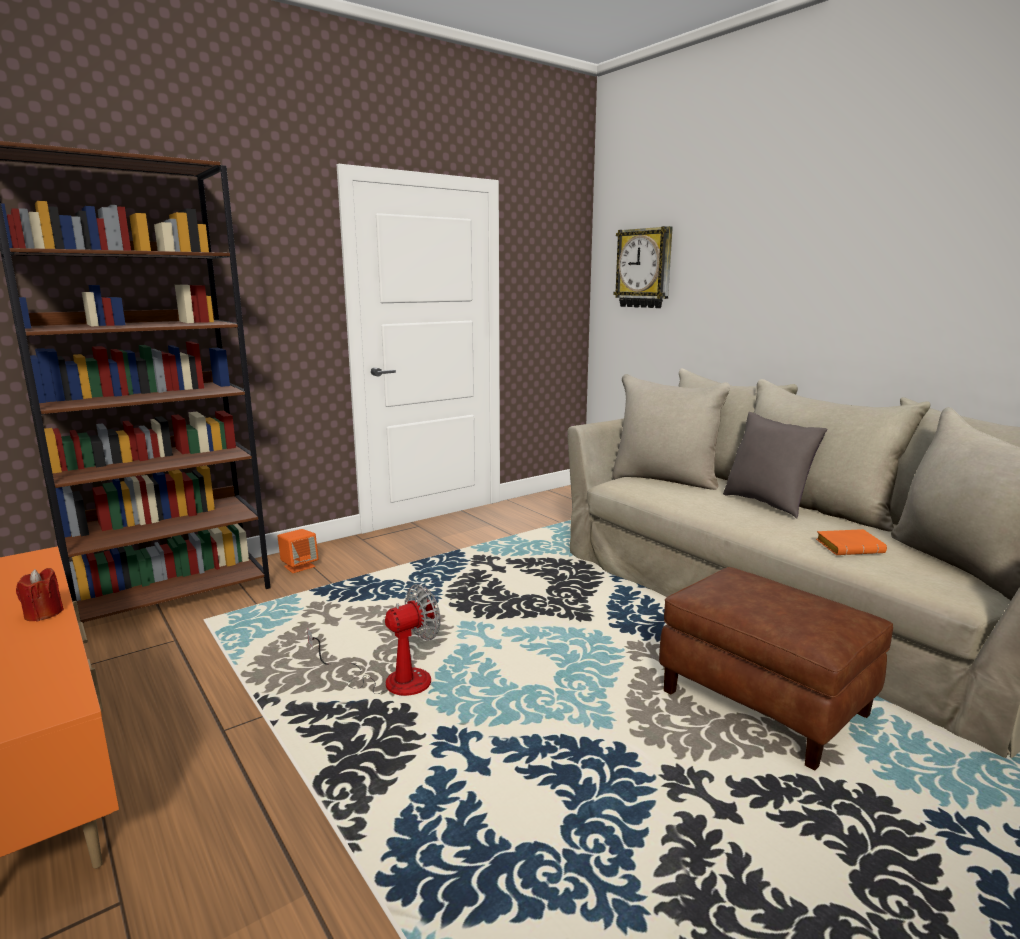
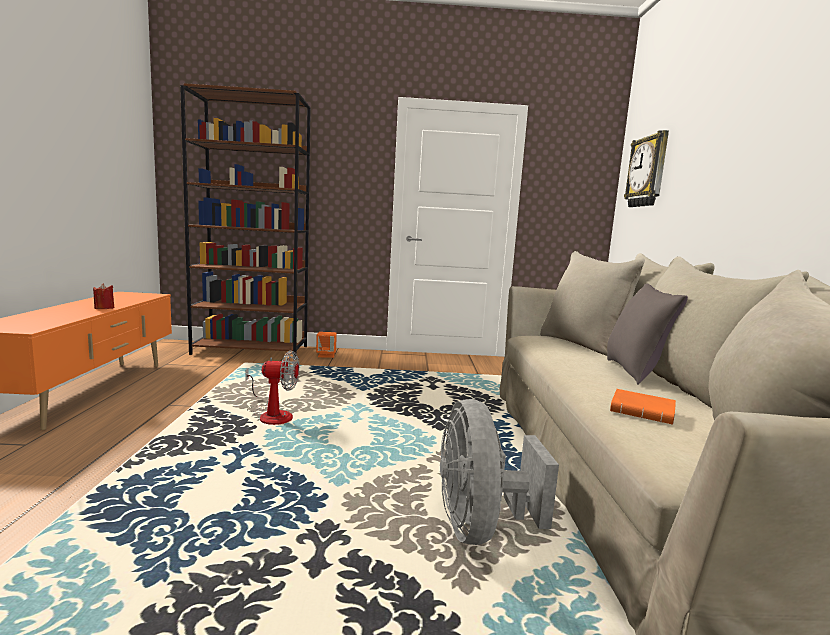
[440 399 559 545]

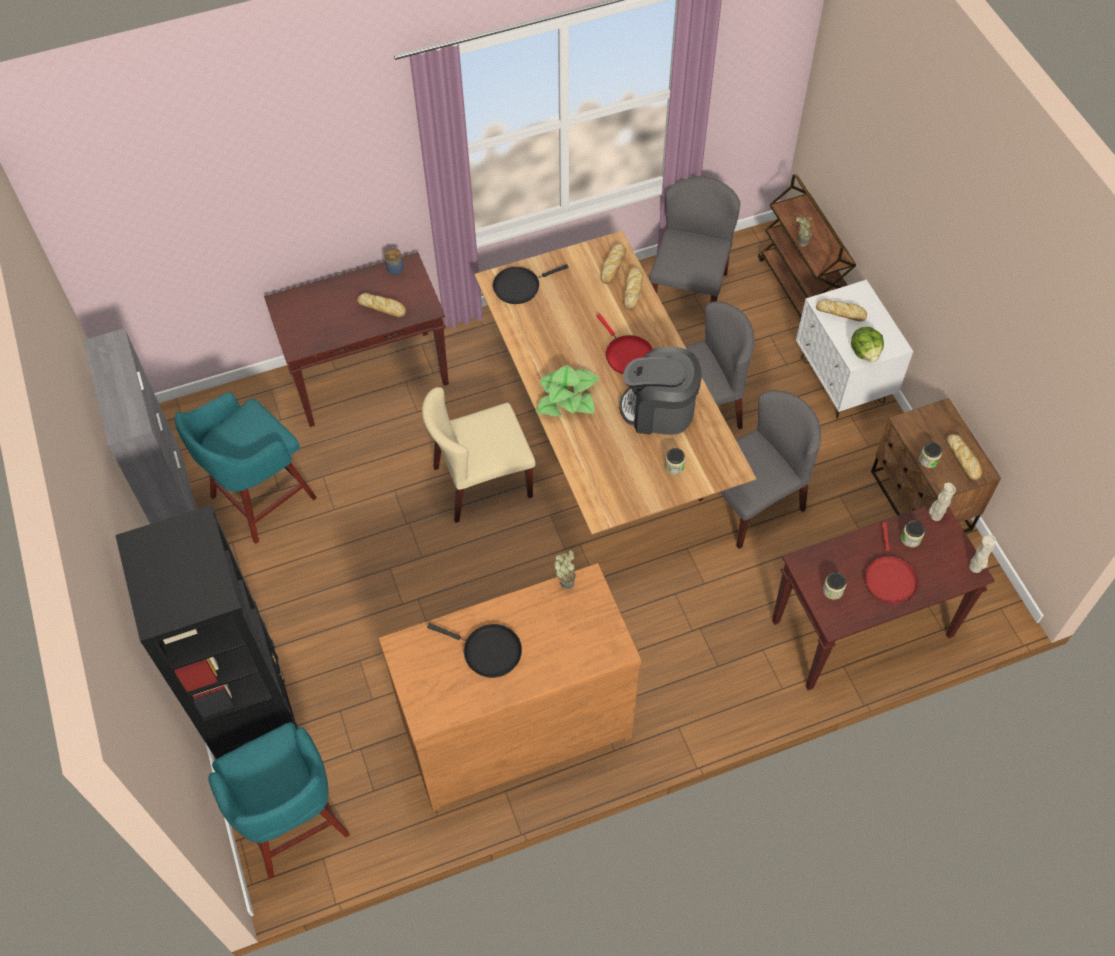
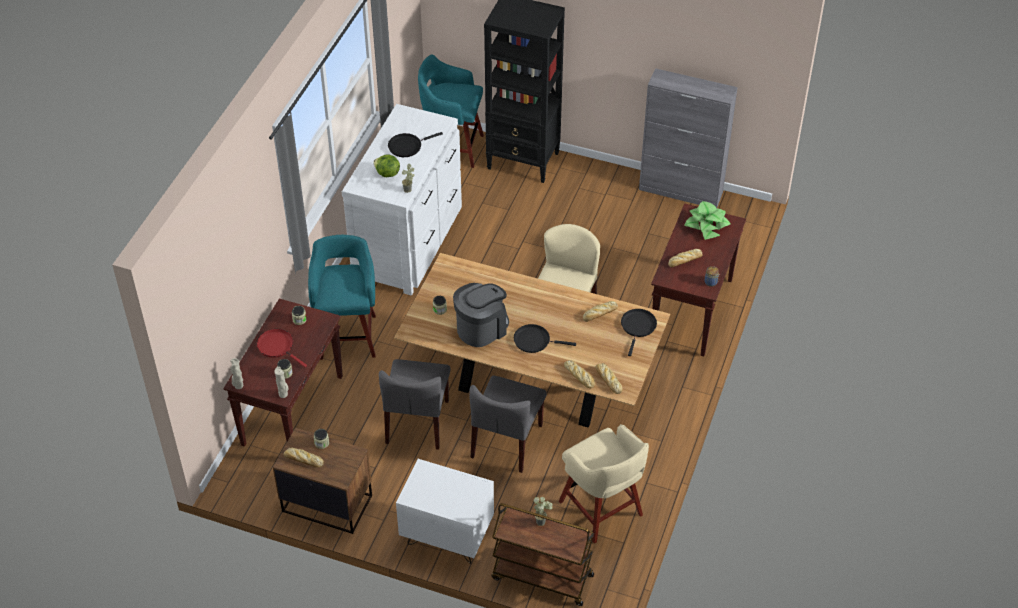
[559 424 649 544]
[583 301 618 322]
[514 324 576 353]
[373 154 400 177]
[684 201 731 240]
[308 235 376 360]
[342 104 462 295]

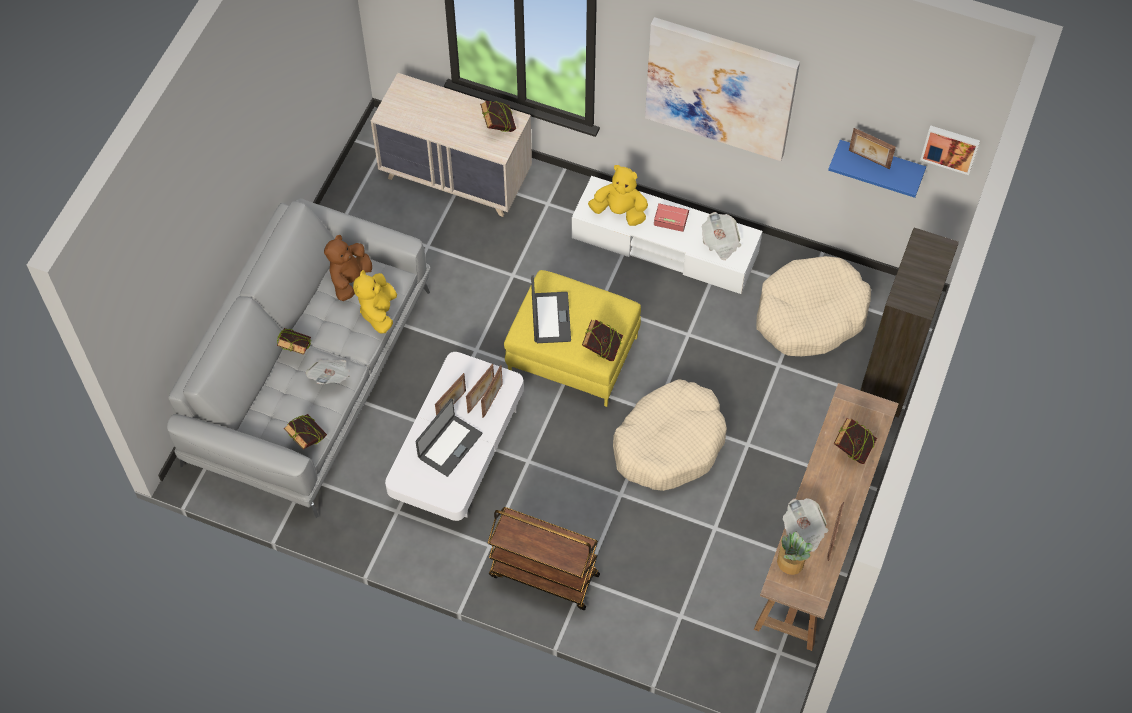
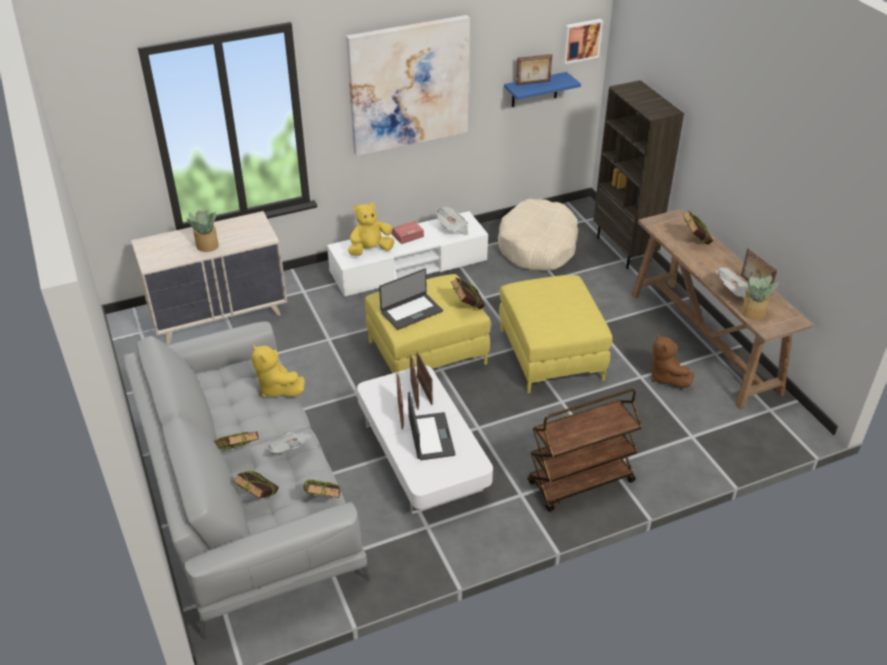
[233 471 279 499]
[651 334 694 388]
[379 268 443 330]
[499 275 612 393]
[187 210 218 252]

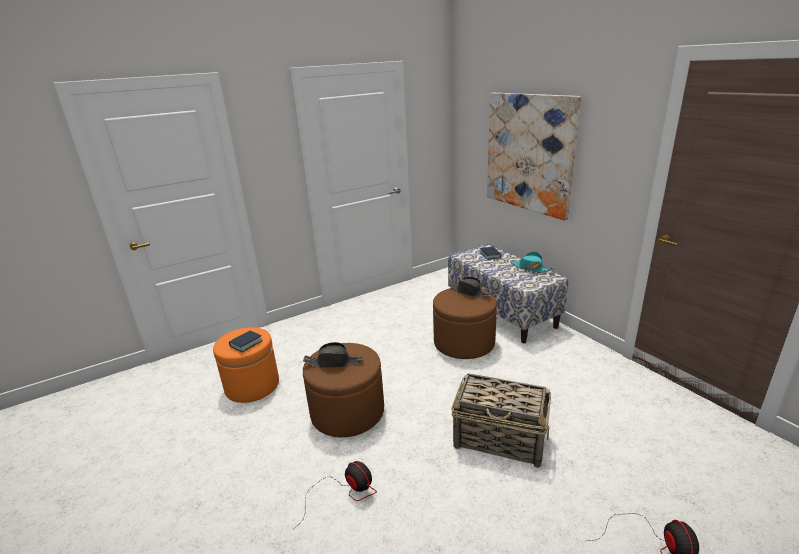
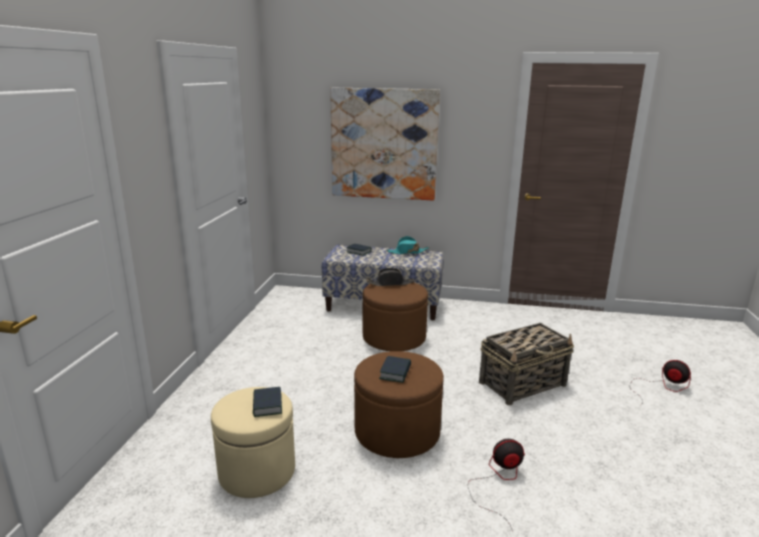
[211 387 295 498]
[379 356 411 383]

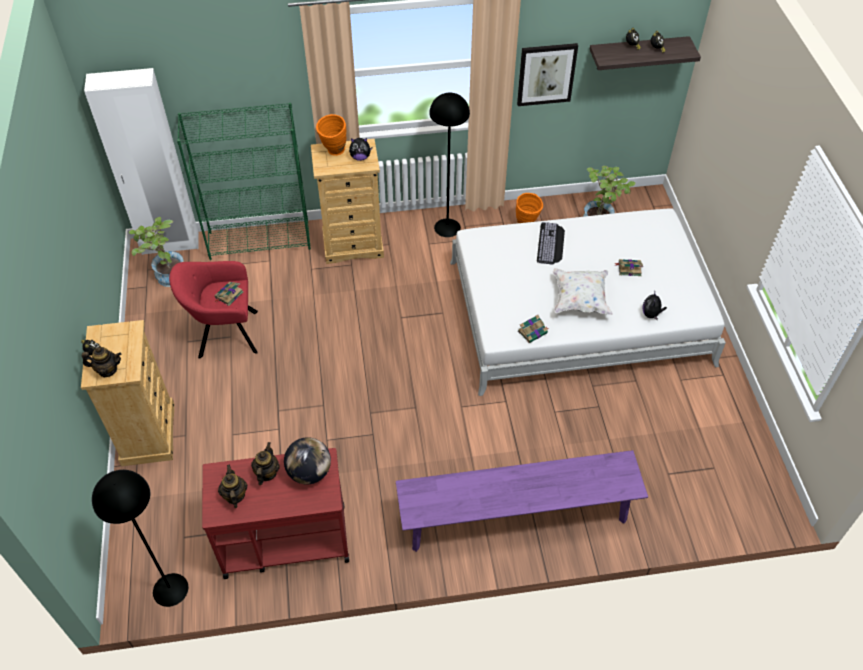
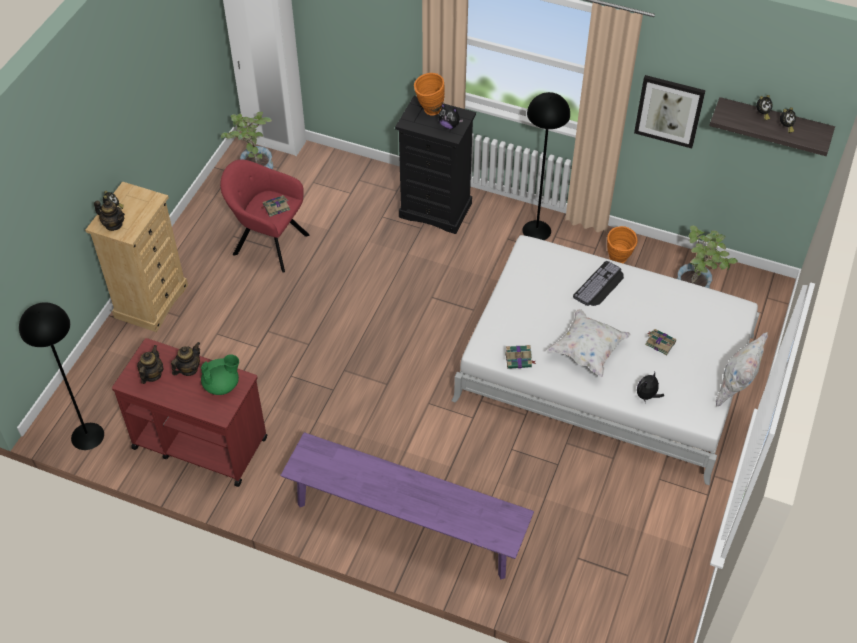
[177 103 311 260] (first image)
[395 96 476 234]
[201 354 239 395]
[716 332 768 407]

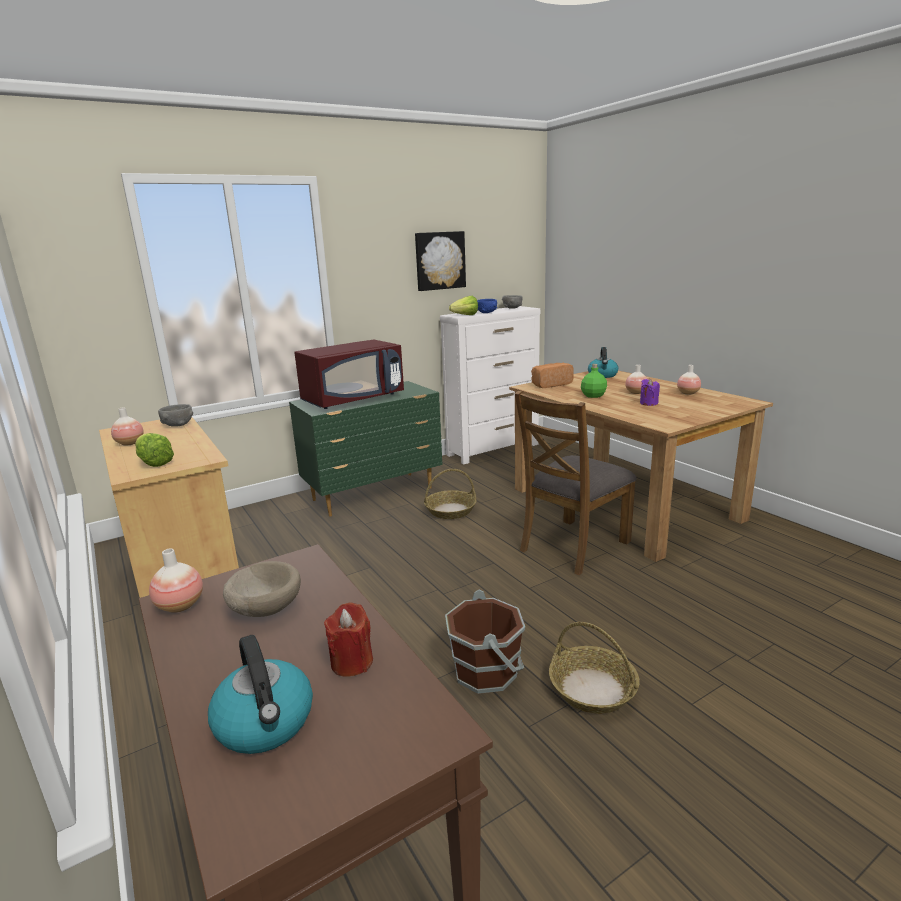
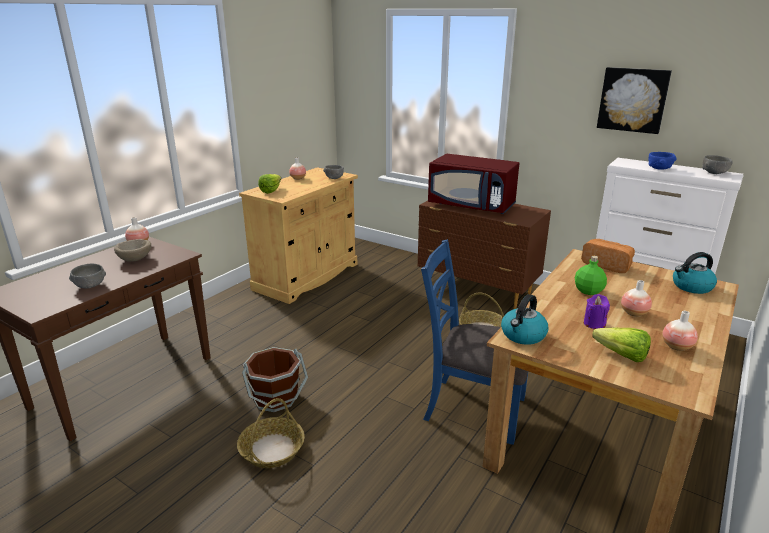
[592 328 651 362]
[418 201 551 309]
[421 239 528 445]
[69 264 106 289]
[501 294 548 345]

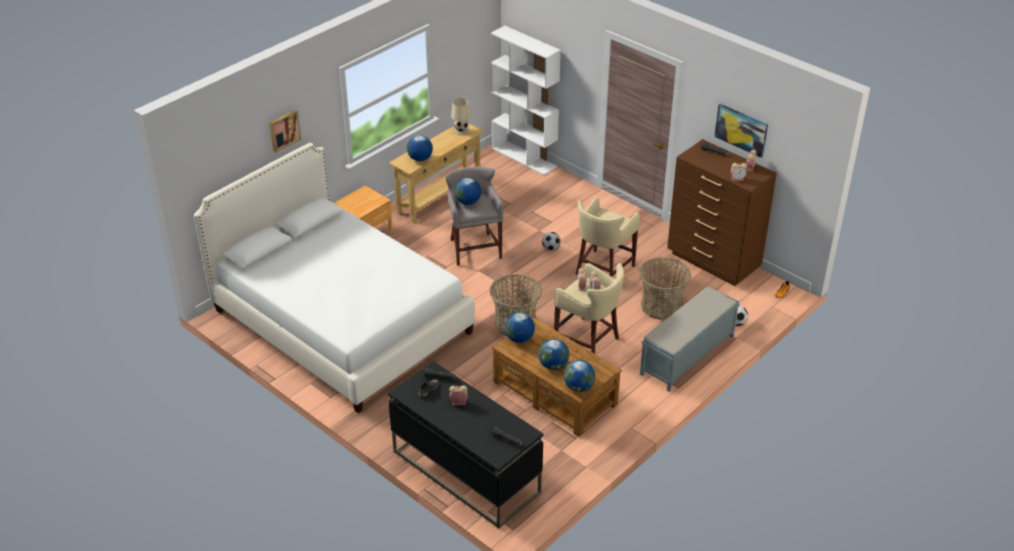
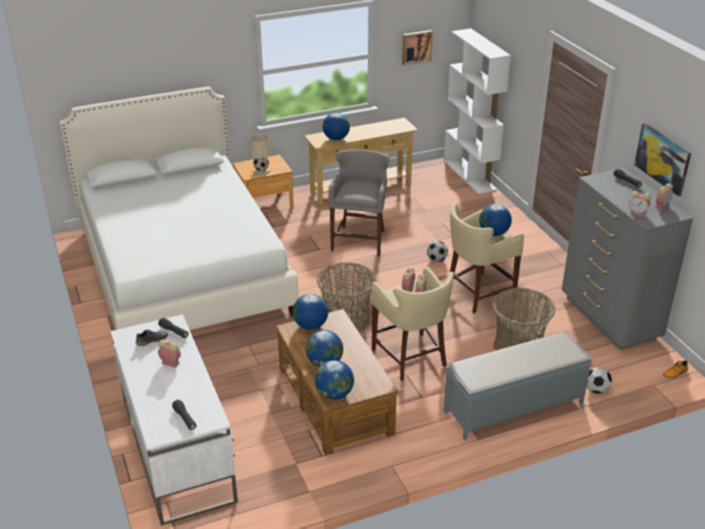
[250 134 271 175]
[402 30 433 65]
[562 168 693 350]
[479 204 512 236]
[110 314 238 526]

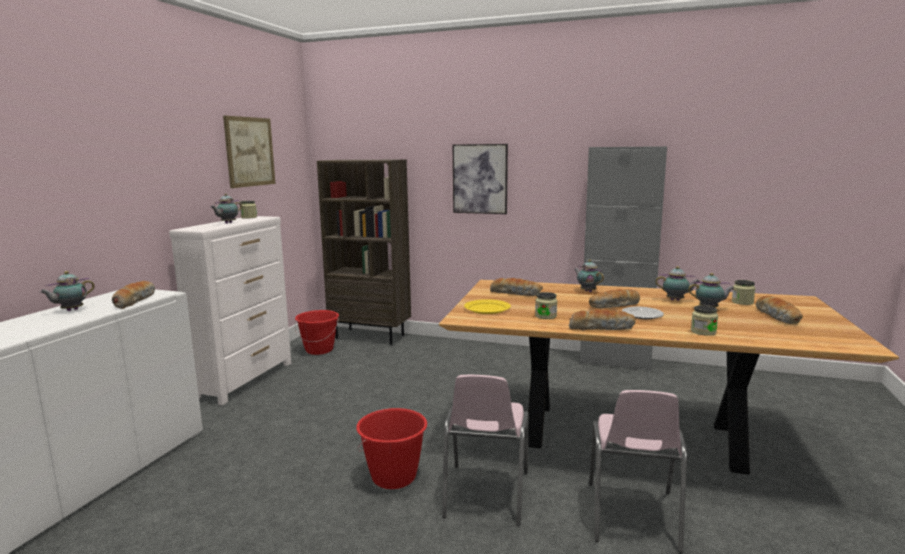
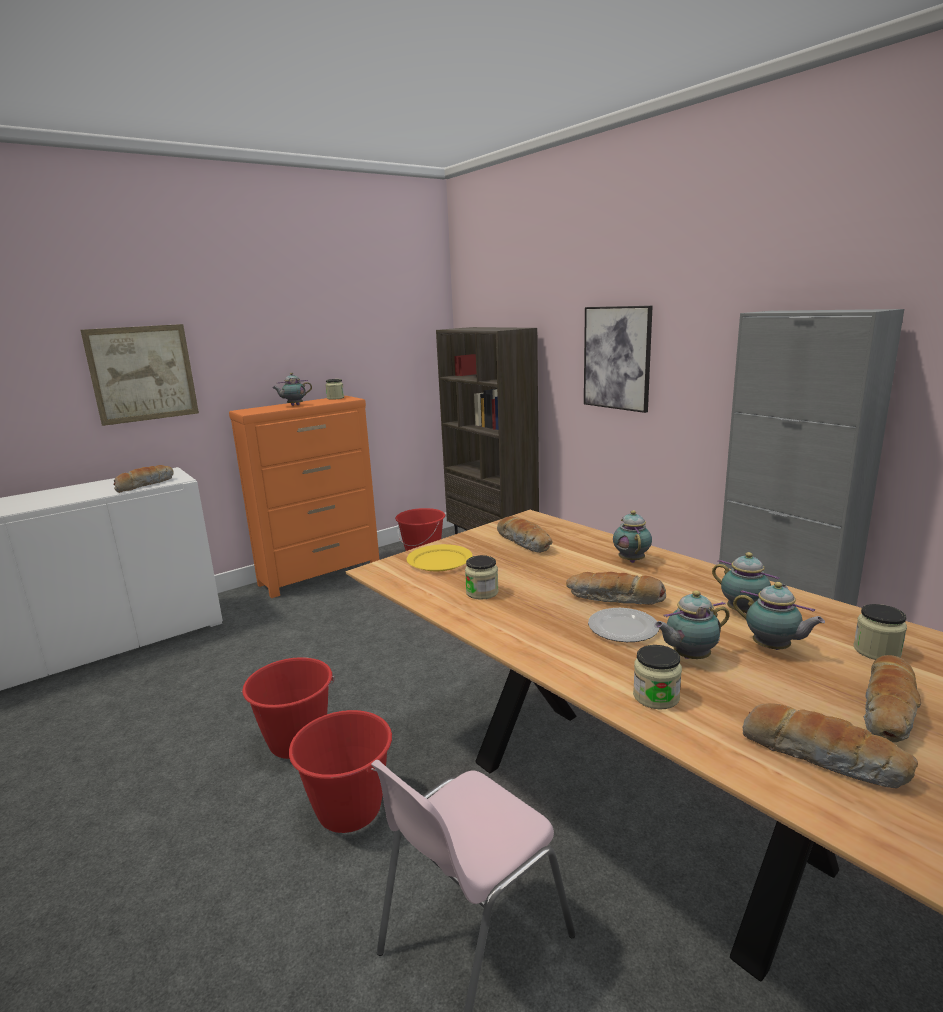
[80 324 199 426]
[229 396 379 598]
[654 590 730 659]
[743 703 918 788]
[289 710 392 833]

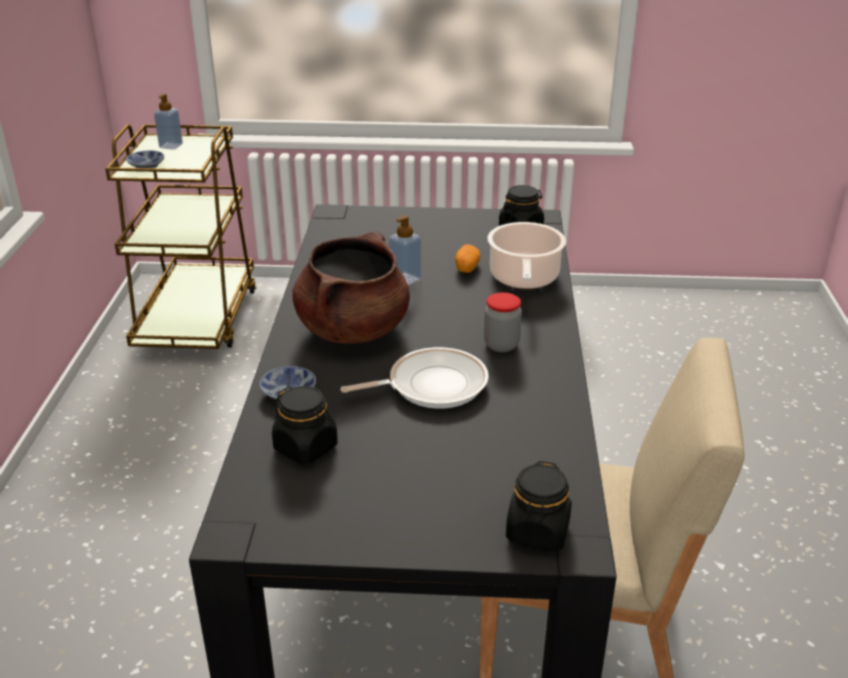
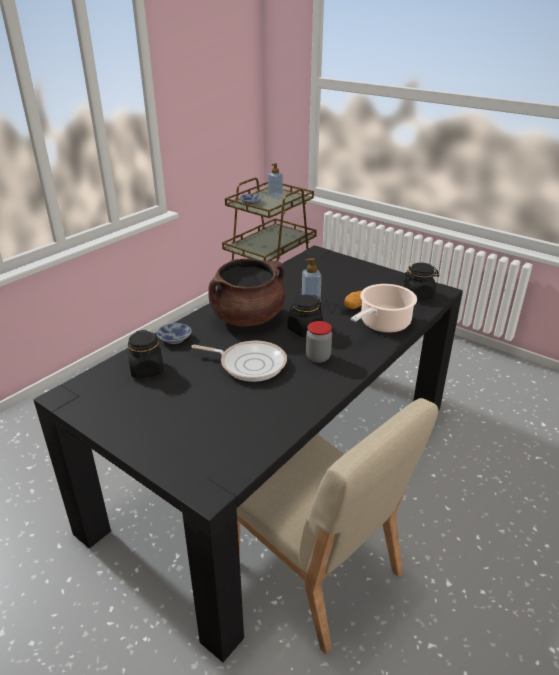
[287 295 323 337]

